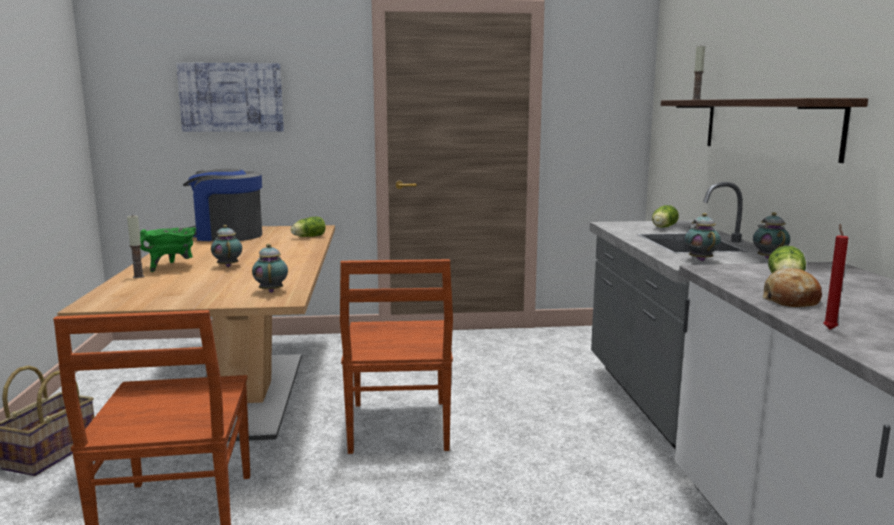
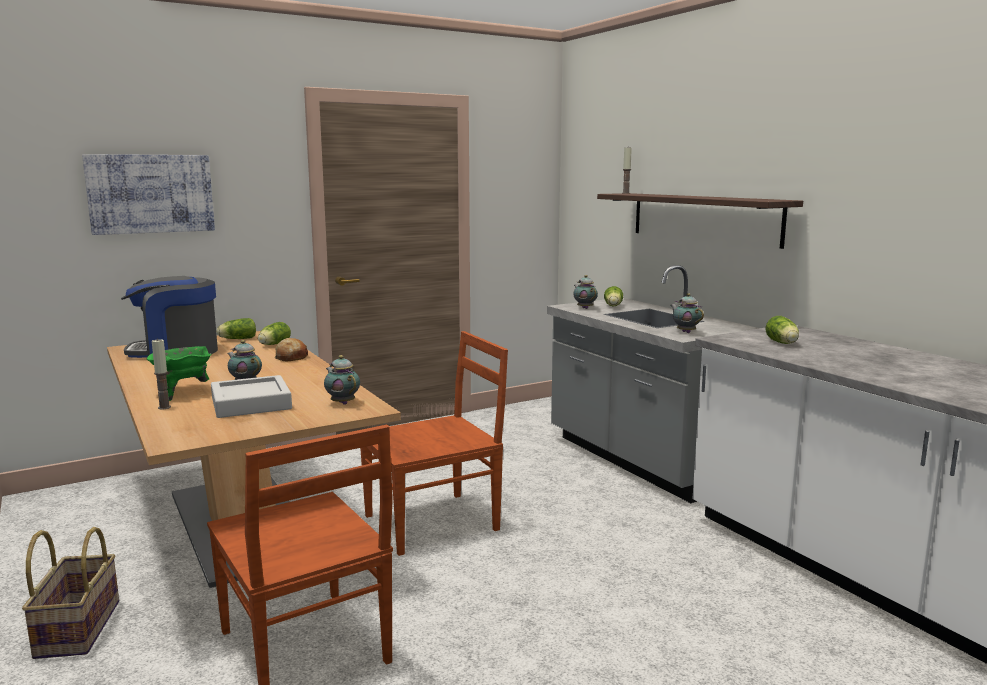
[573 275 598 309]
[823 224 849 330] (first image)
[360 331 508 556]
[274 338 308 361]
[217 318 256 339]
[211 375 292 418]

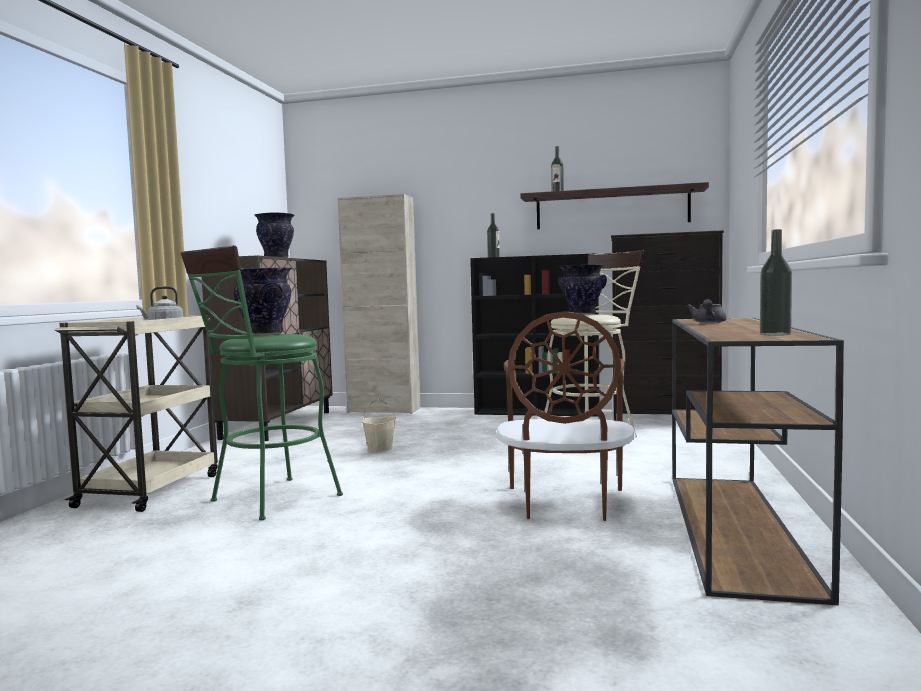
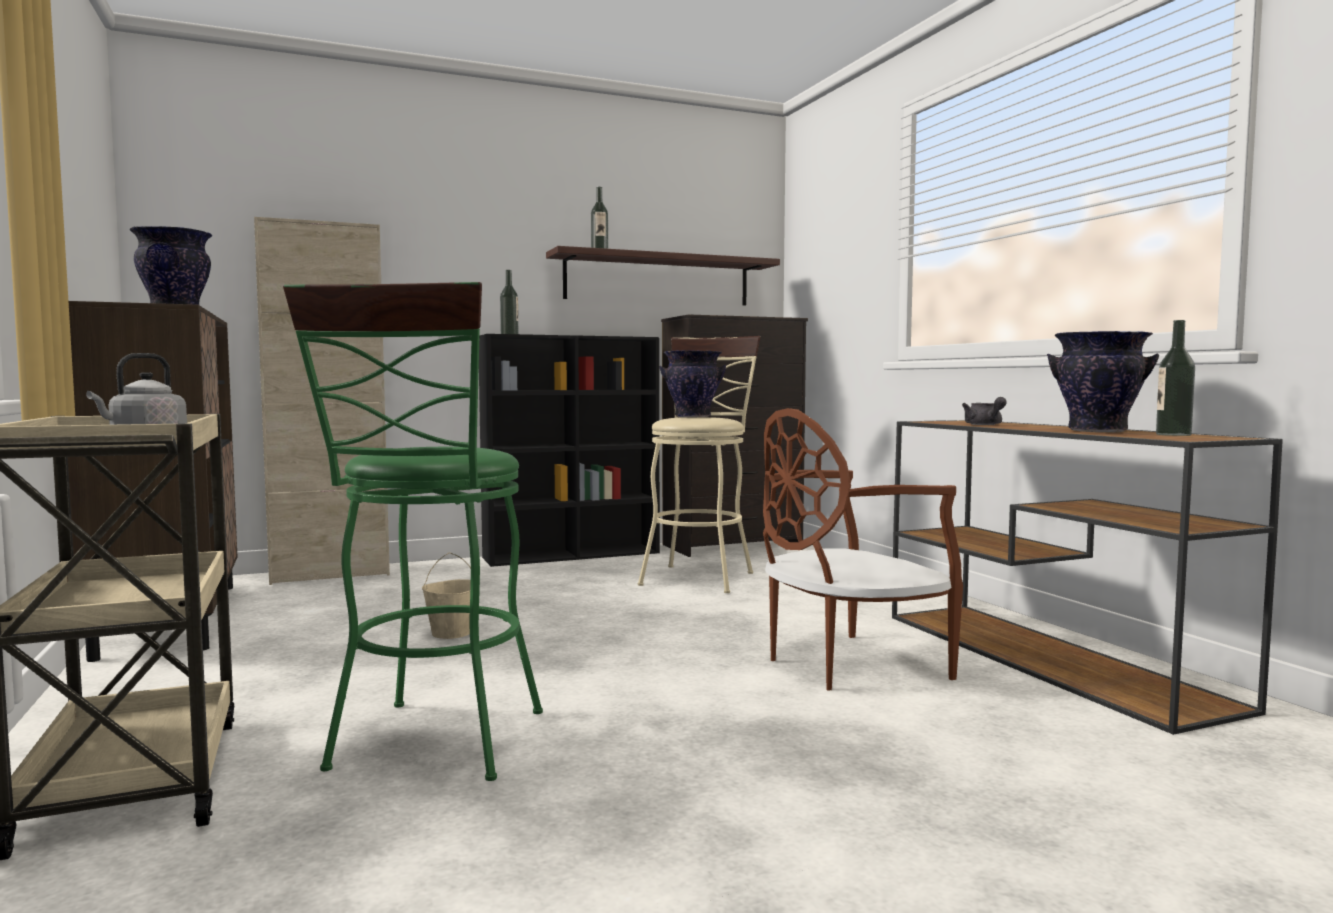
[1047 331 1159 432]
[763 408 963 691]

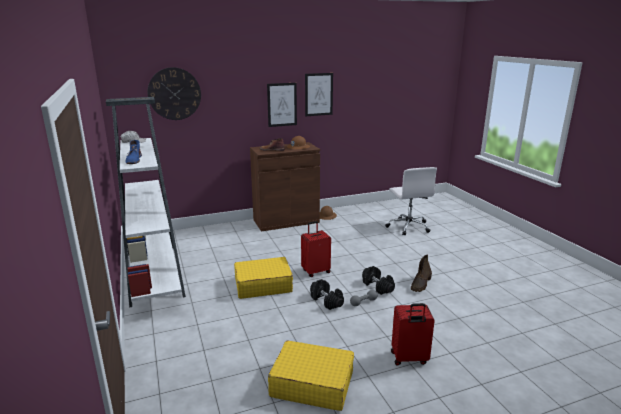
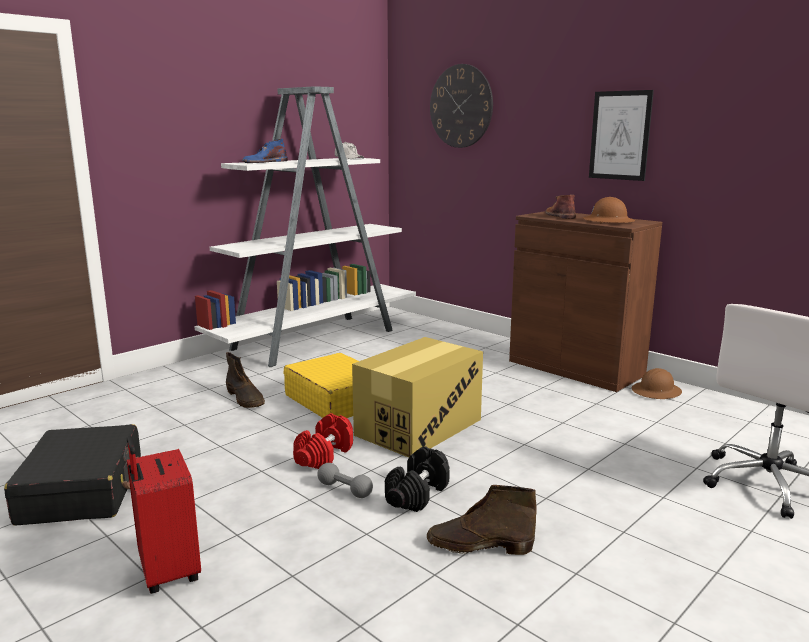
[305 73 333 116] (first image)
[352 337 483 457]
[293 413 353 469]
[4 424 141 526]
[226 352 265 408]

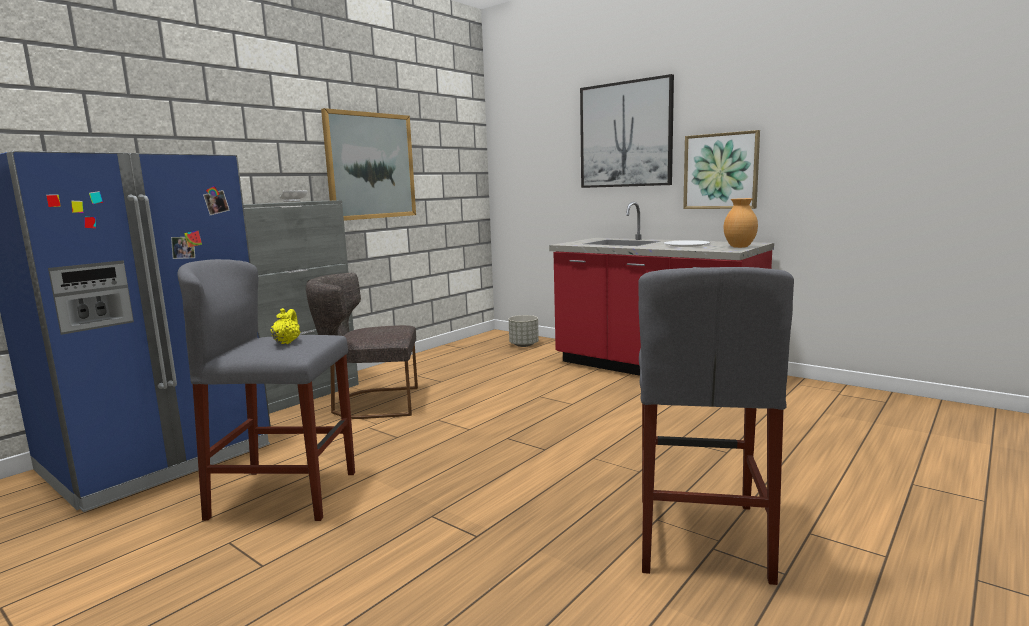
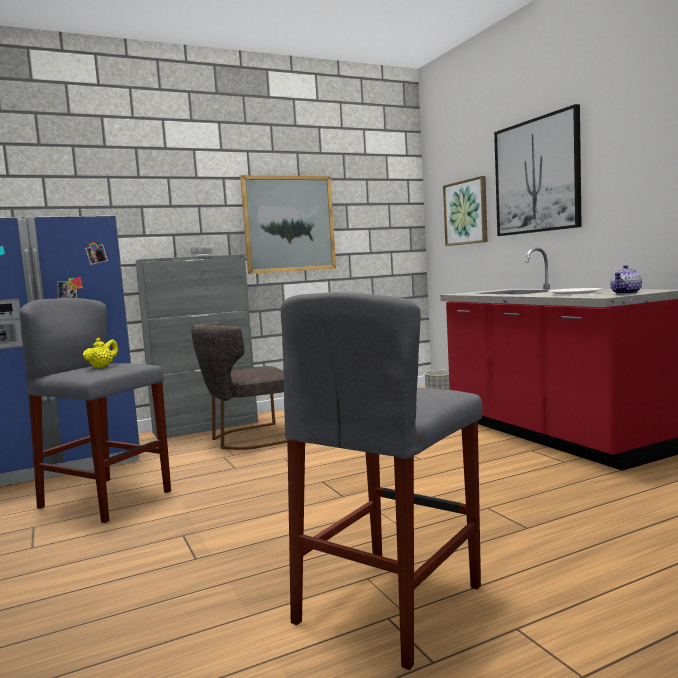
[443 176 488 246]
[610 265 642 294]
[191 321 287 450]

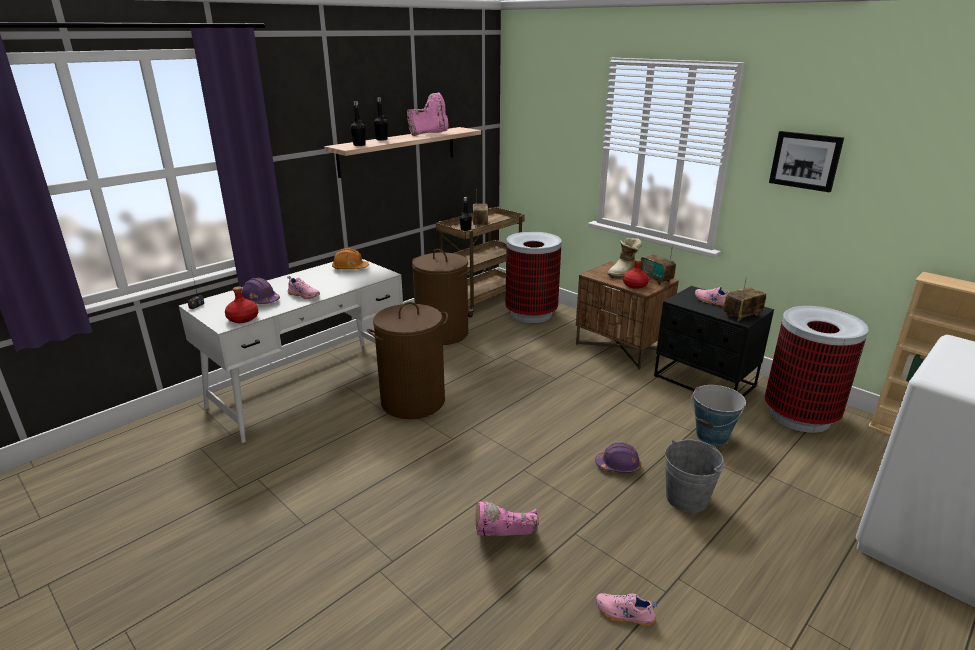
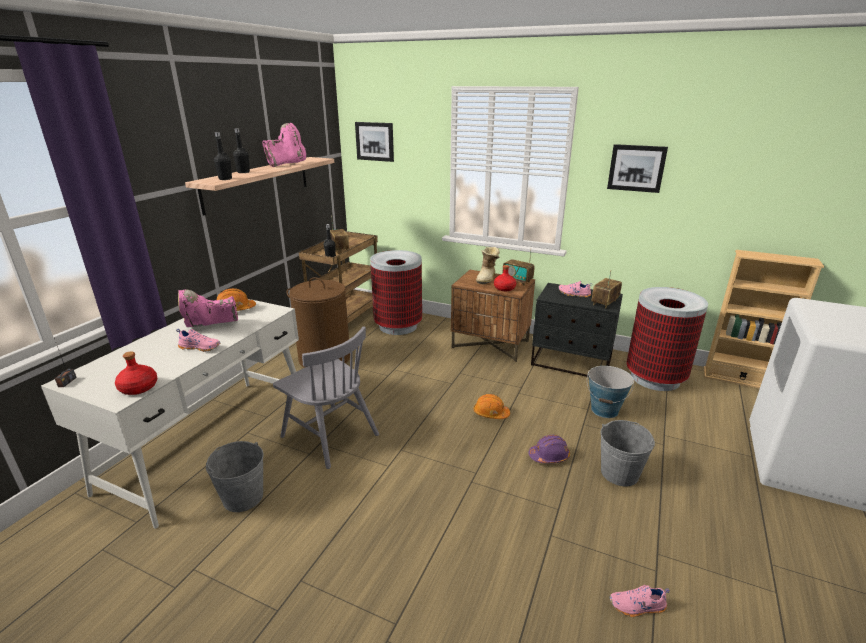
[242 278 280 304] (first image)
[273 326 379 469]
[178 290 238 327]
[355 122 394 162]
[474 394 510 419]
[206 441 264 512]

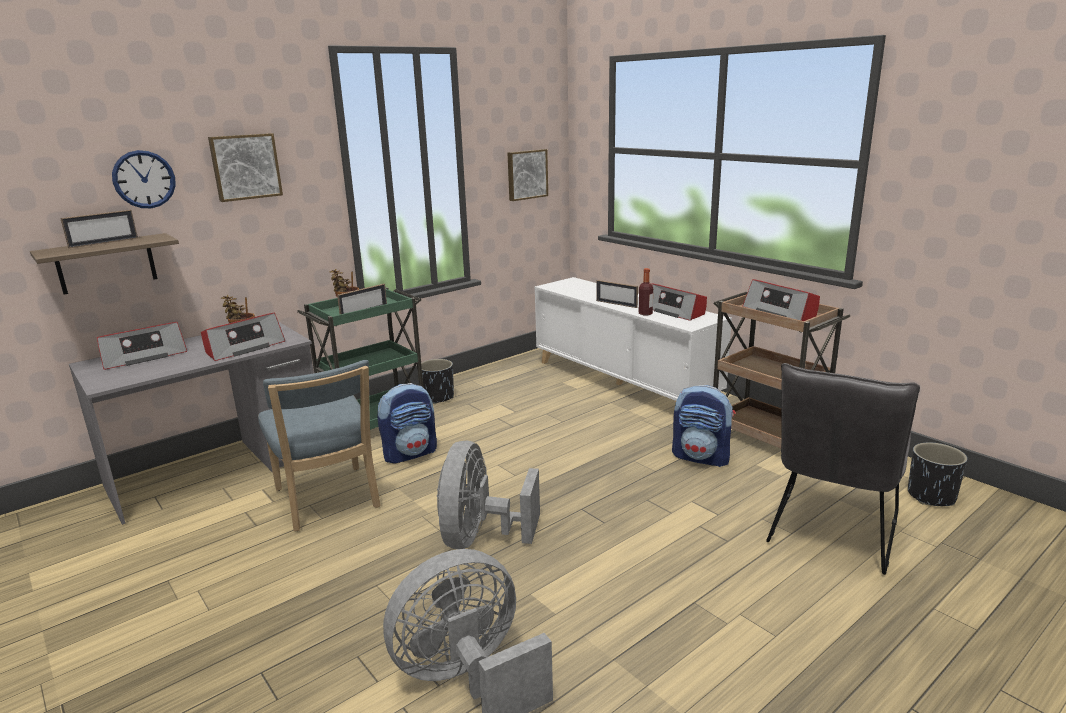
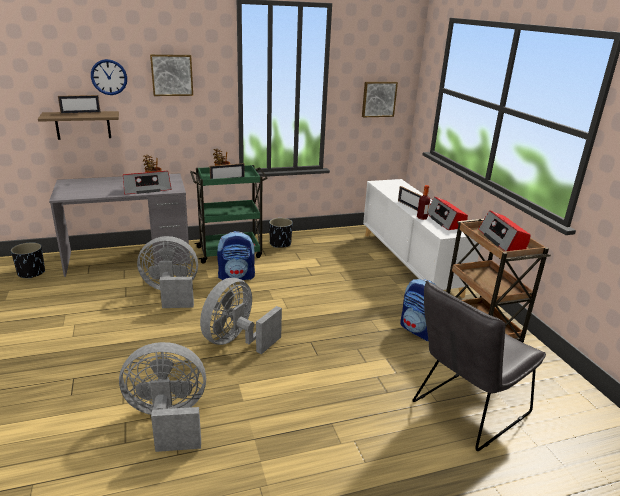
[97 322 187 370] (first image)
[137 236 198 308]
[11 243 45 279]

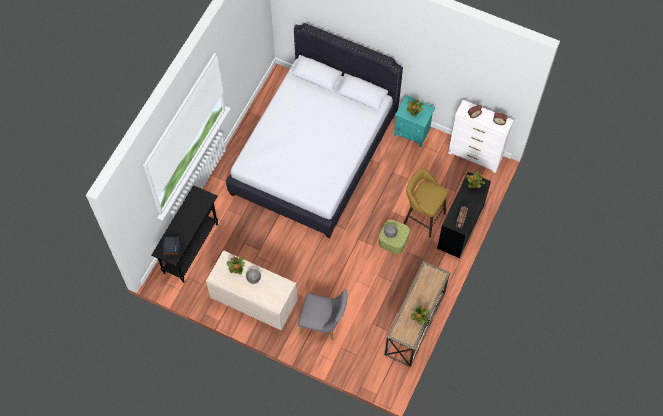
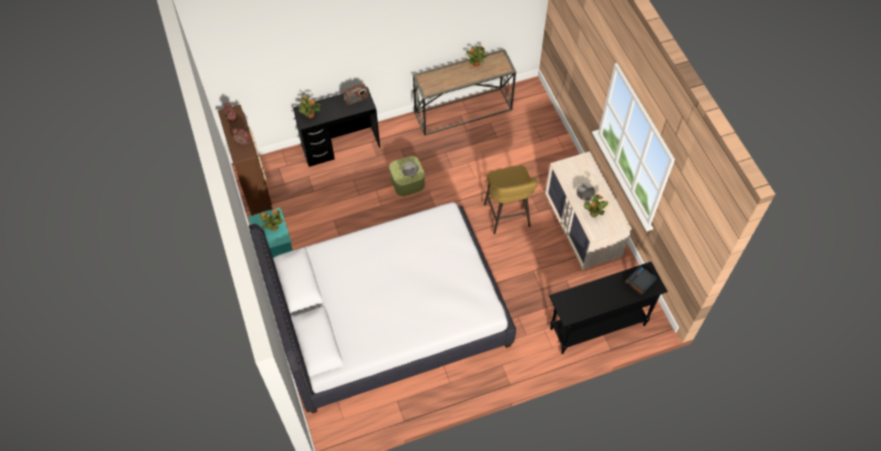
[218 105 273 216]
[484 165 538 234]
[298 289 348 340] (first image)

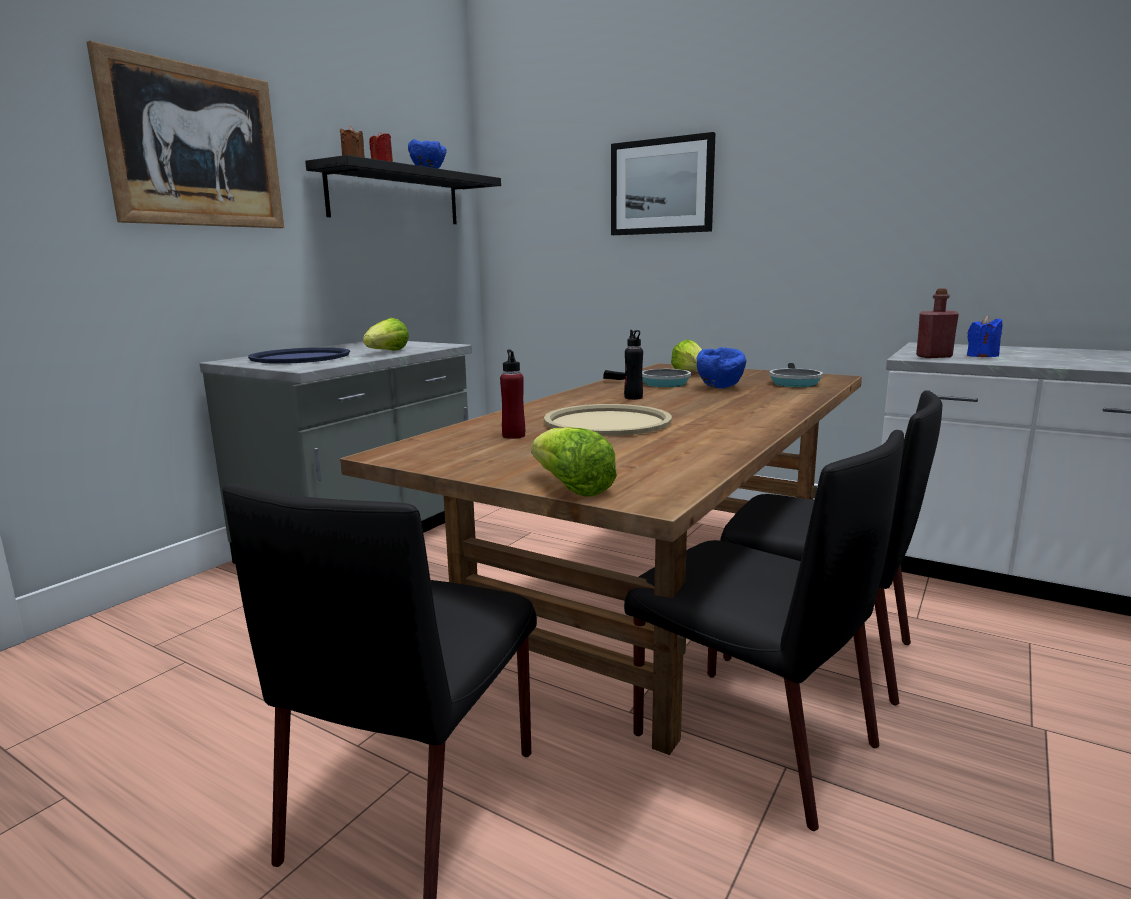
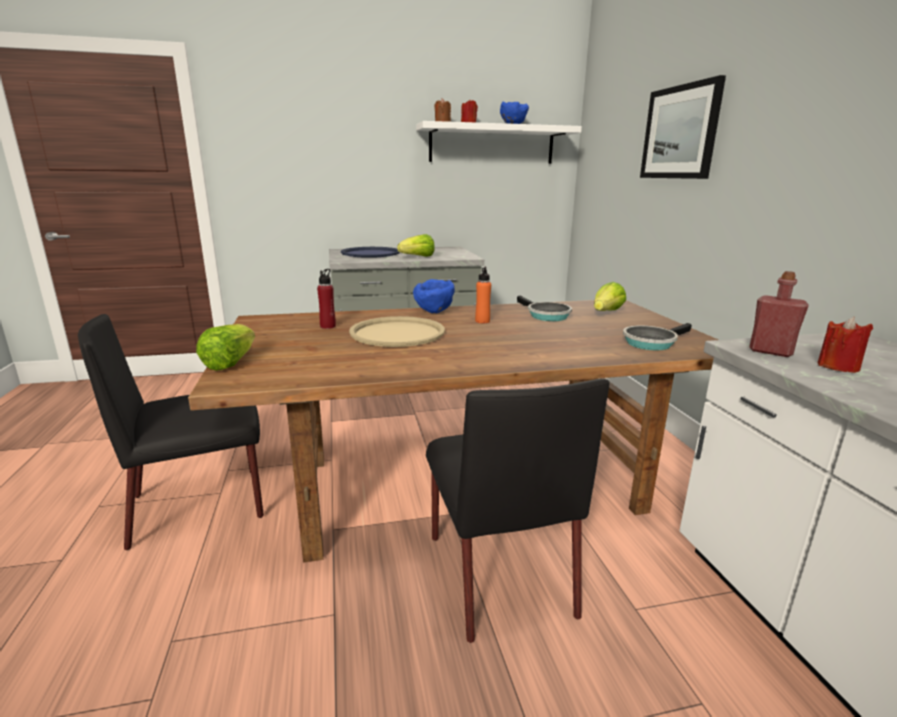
[87 41 284 228] (first image)
[416 121 582 164]
[817 317 873 373]
[475 267 491 323]
[413 279 455 313]
[624 430 904 831] (first image)

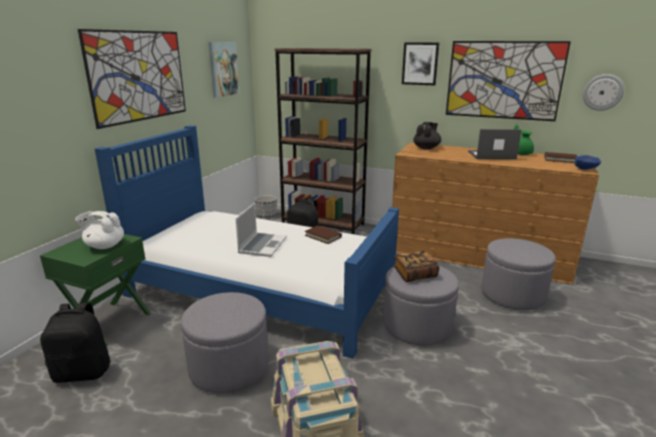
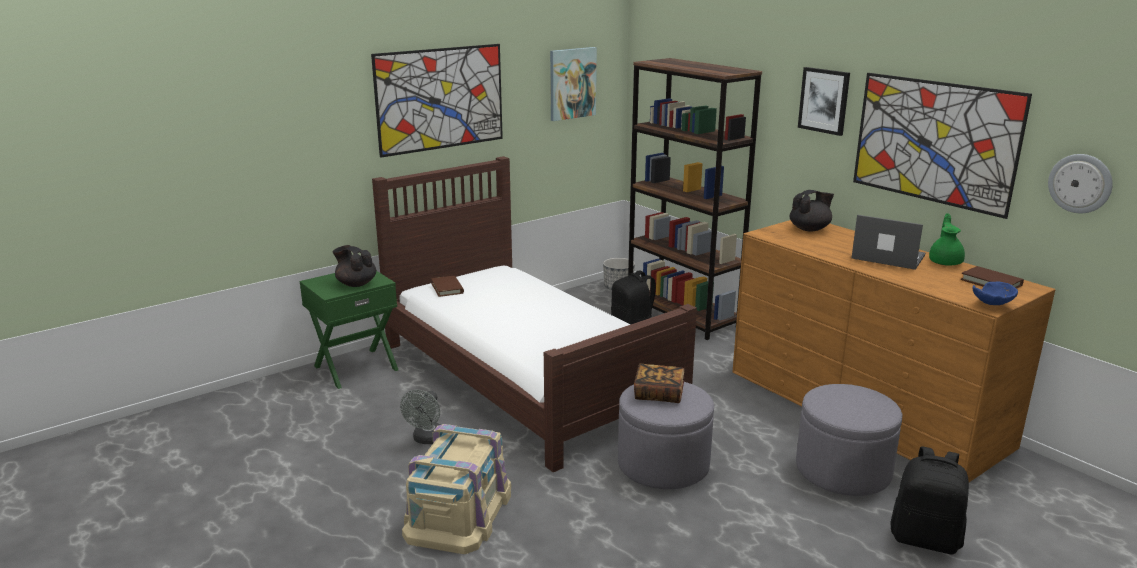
[372 156 697 472]
[236 203 287 257] (first image)
[333 245 376 287]
[431 276 464 297]
[400 390 441 444]
[891 447 969 554]

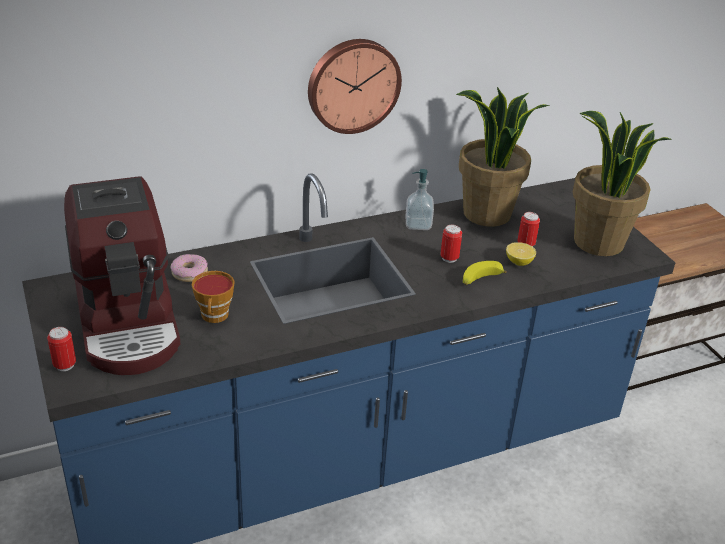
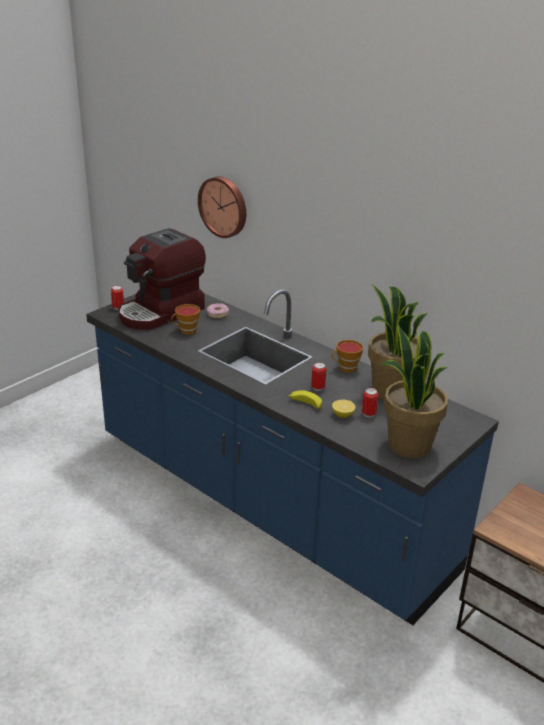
[198 176 246 238]
[332 340 363 373]

